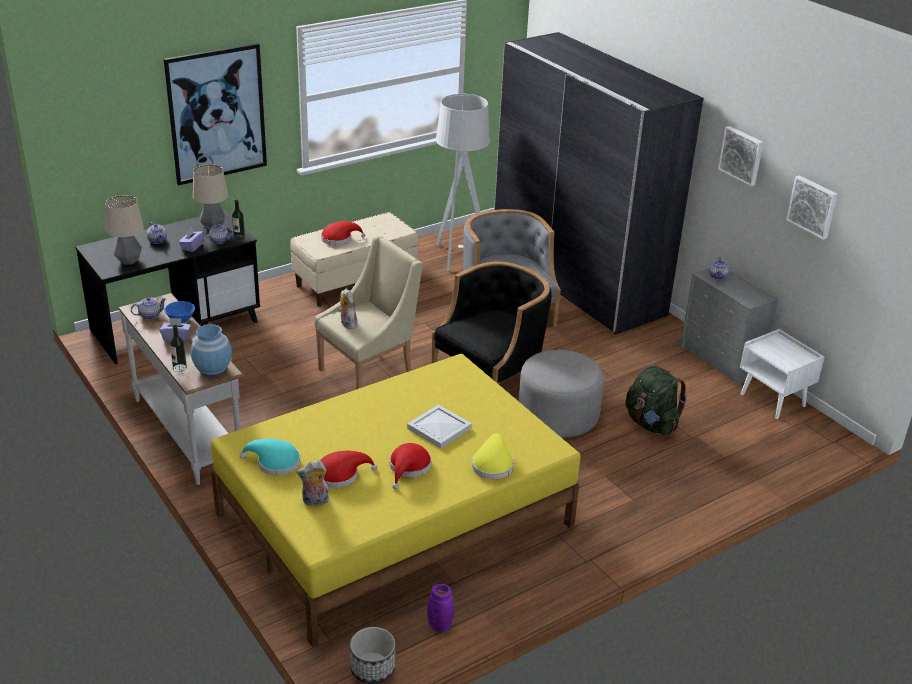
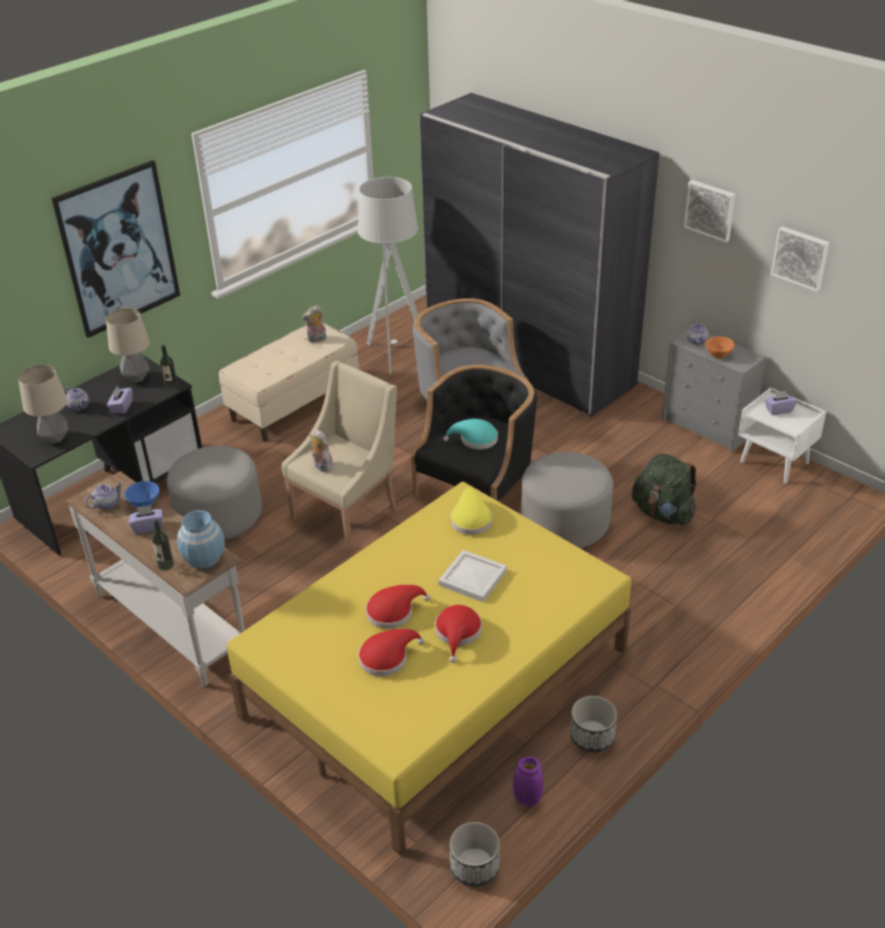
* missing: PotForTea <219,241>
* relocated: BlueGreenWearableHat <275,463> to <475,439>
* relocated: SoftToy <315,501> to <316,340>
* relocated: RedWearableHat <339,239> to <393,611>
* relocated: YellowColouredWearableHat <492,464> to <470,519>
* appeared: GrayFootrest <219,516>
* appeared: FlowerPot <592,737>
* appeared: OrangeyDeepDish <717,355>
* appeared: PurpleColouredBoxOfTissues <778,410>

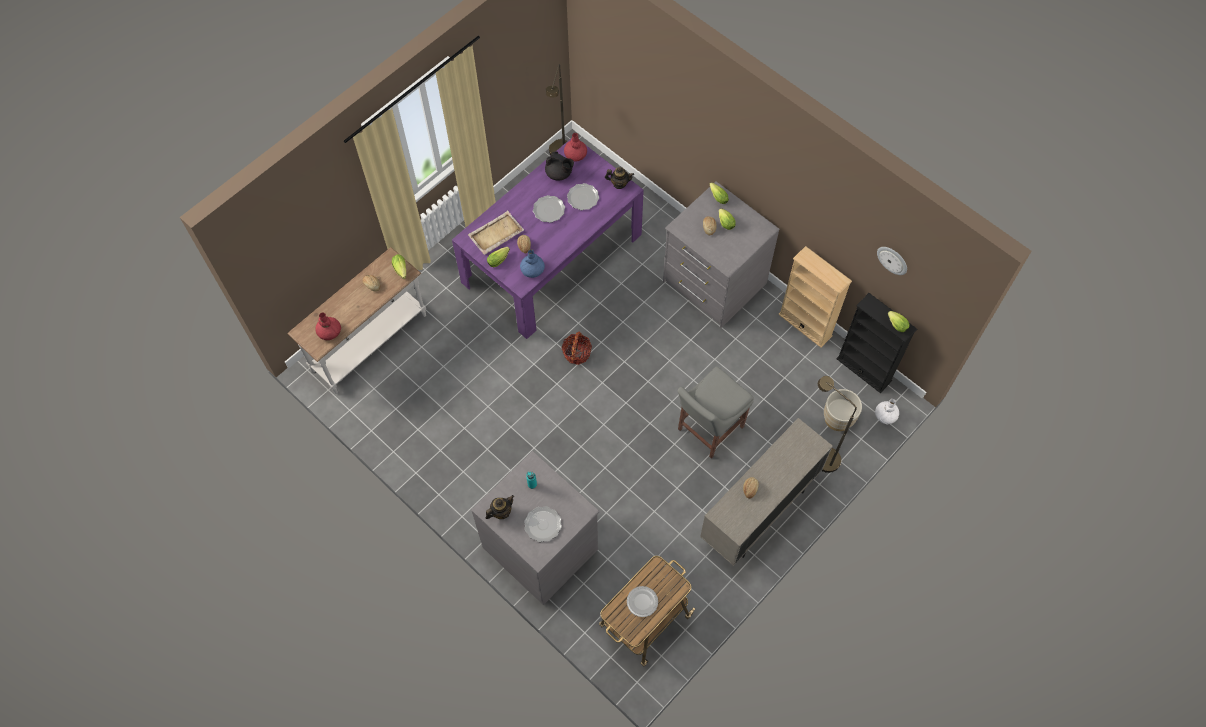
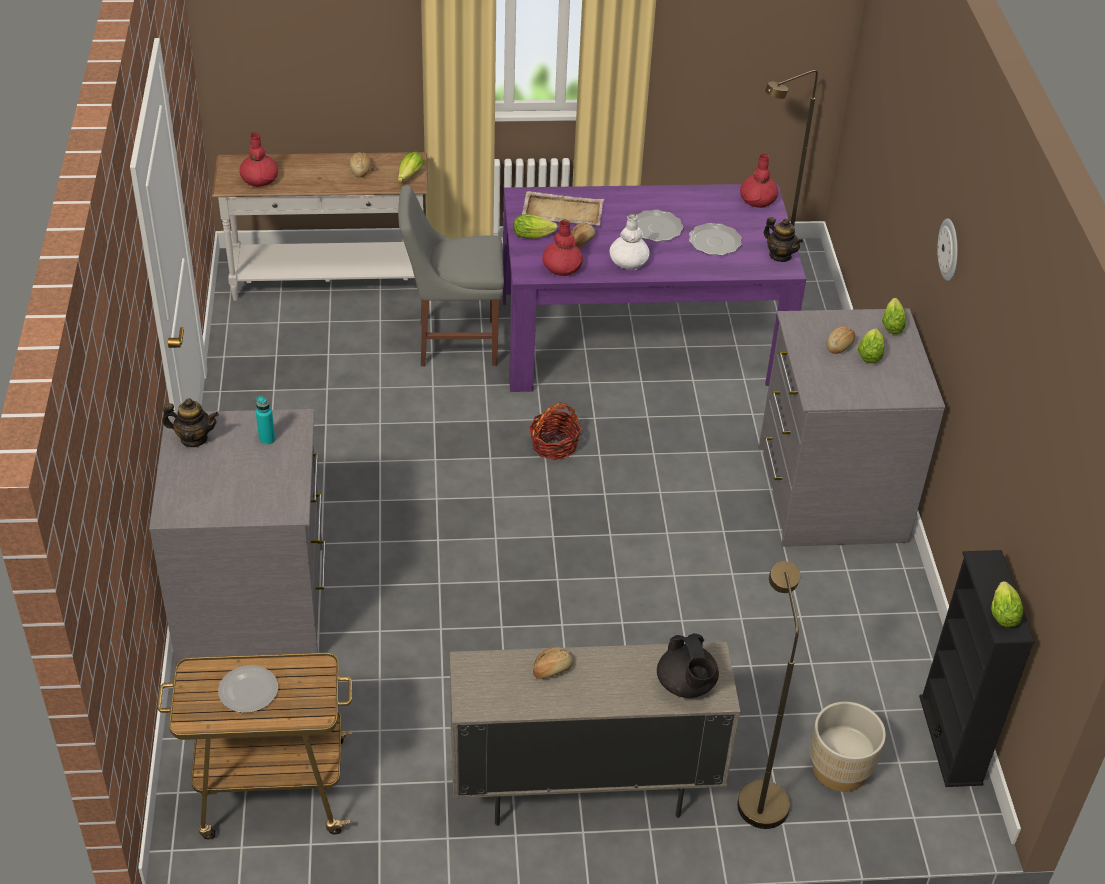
* colour: BlueColouredVase <532,269> to RedVase <562,267>
* missing: DinnerPlate <542,525>
* relocated: BlackishPotForTea <559,173> to <686,685>
* relocated: GrayUprightChair <708,429> to <452,342>
* missing: BeigeColouredShelvingUnit <805,325>
* relocated: WhiteColouredVase <885,415> to <628,261>
* relocated: HangingClock <892,260> to <950,249>

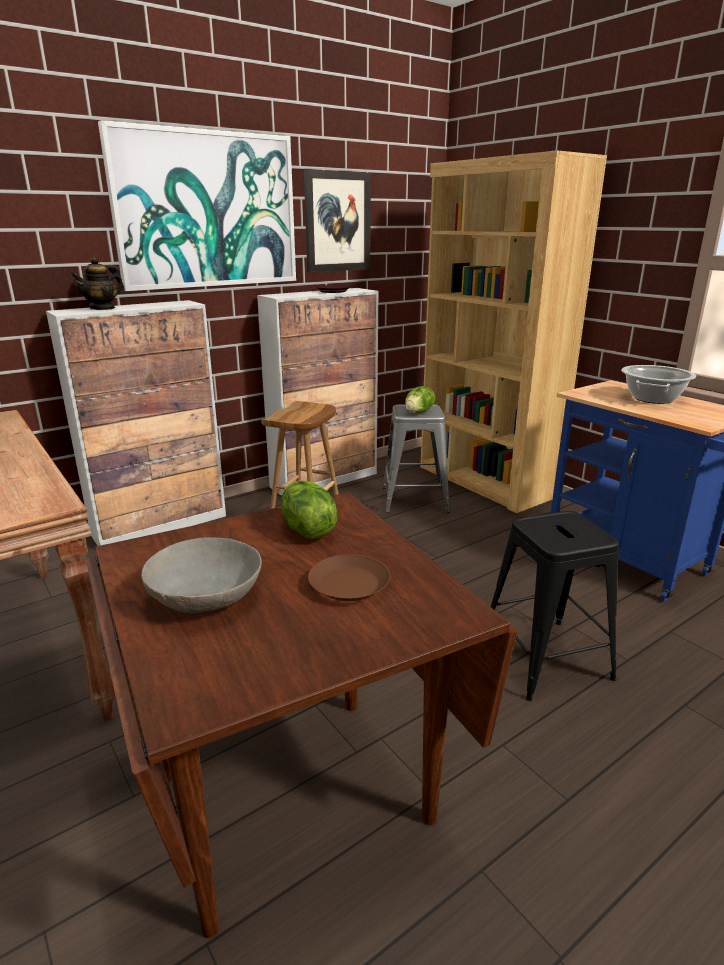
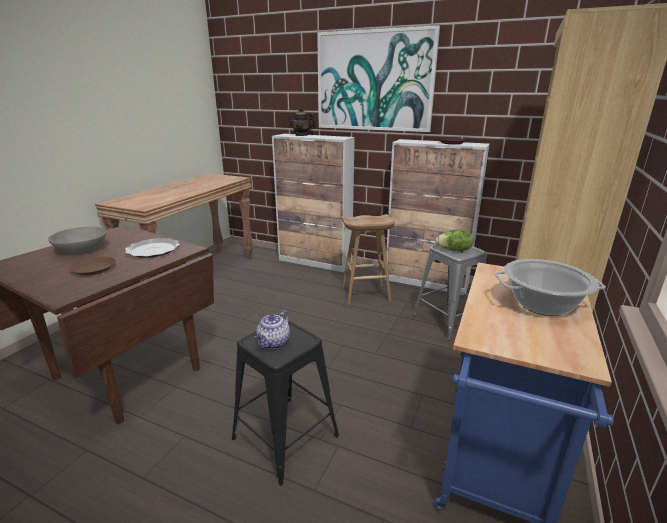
* exchanged: LettuceHead <306,530> to DinnerPlate <153,250>
* missing: WallPicture <337,222>
* appeared: PotForTea <273,343>

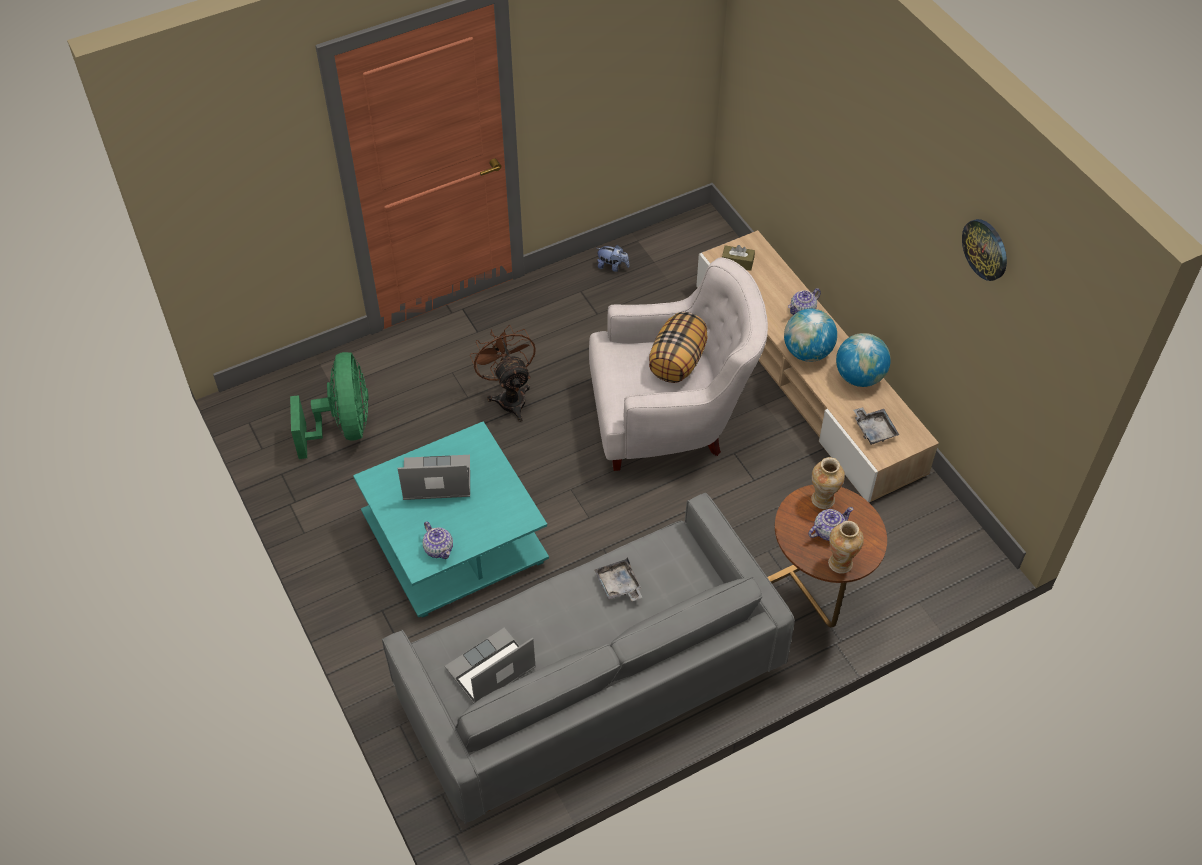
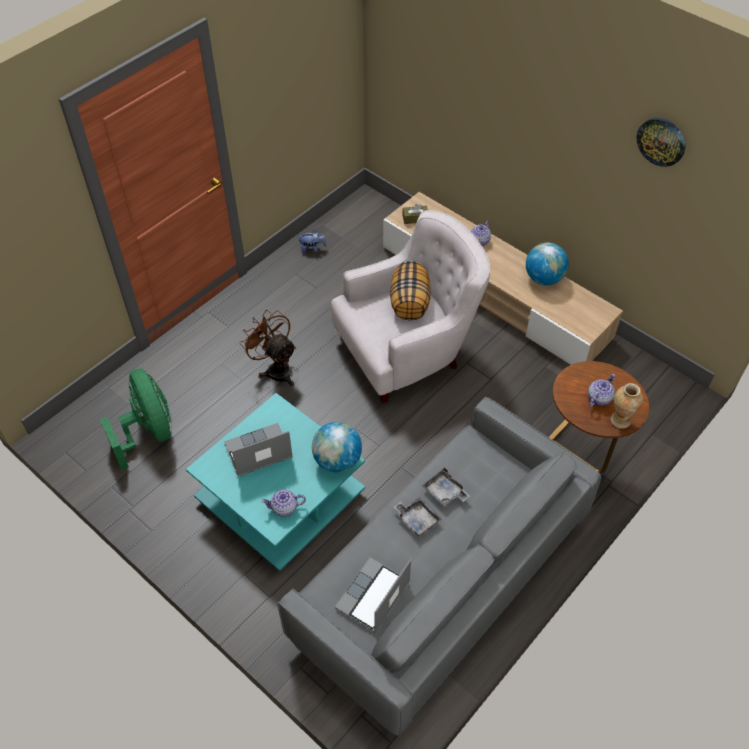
* spun: PotForTea <439,548> = <285,508> 135 degrees clockwise
* relocated: Globe <807,352> to <337,460>
* missing: Vase <822,500>
* relocated: GrayTray <874,429> to <417,519>

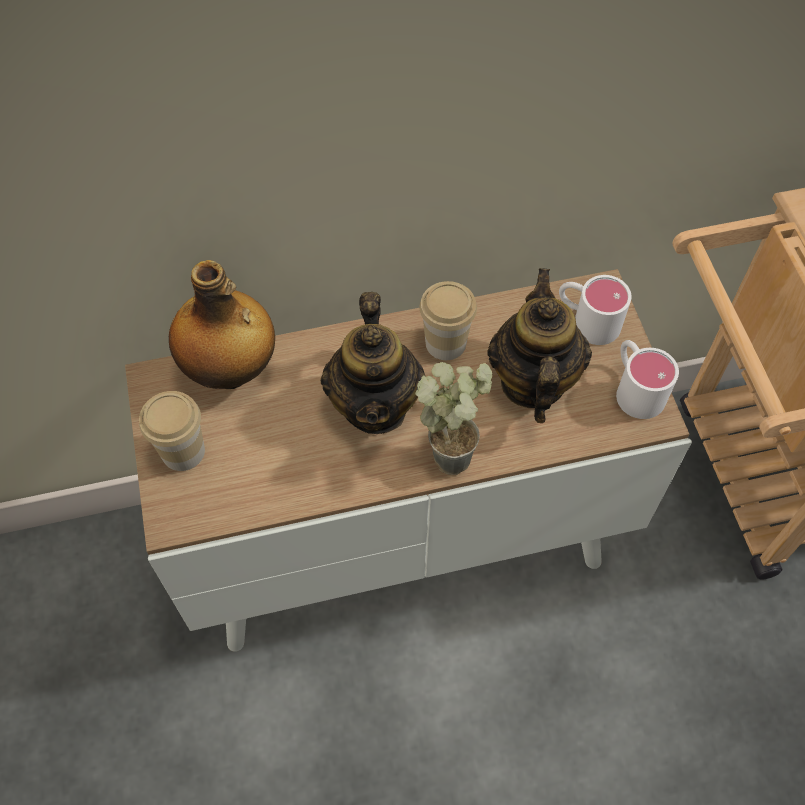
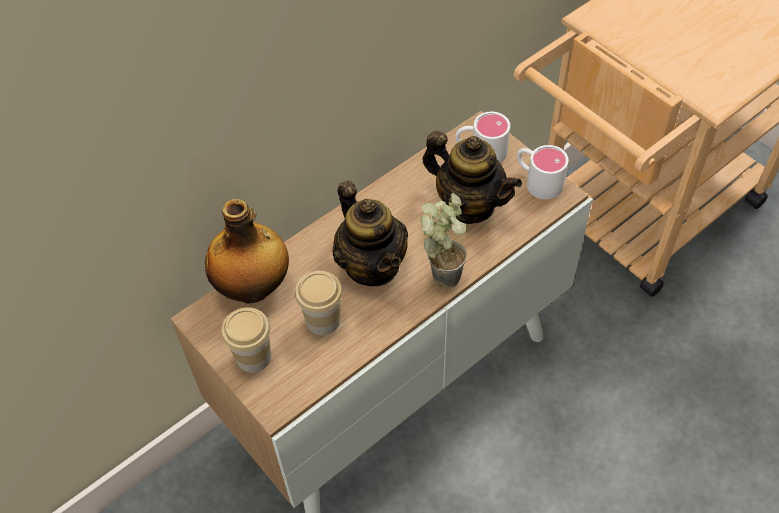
* relocated: DrinkingCup <445,343> to <323,320>
* spun: PotForTea <532,381> = <469,205> 150 degrees clockwise

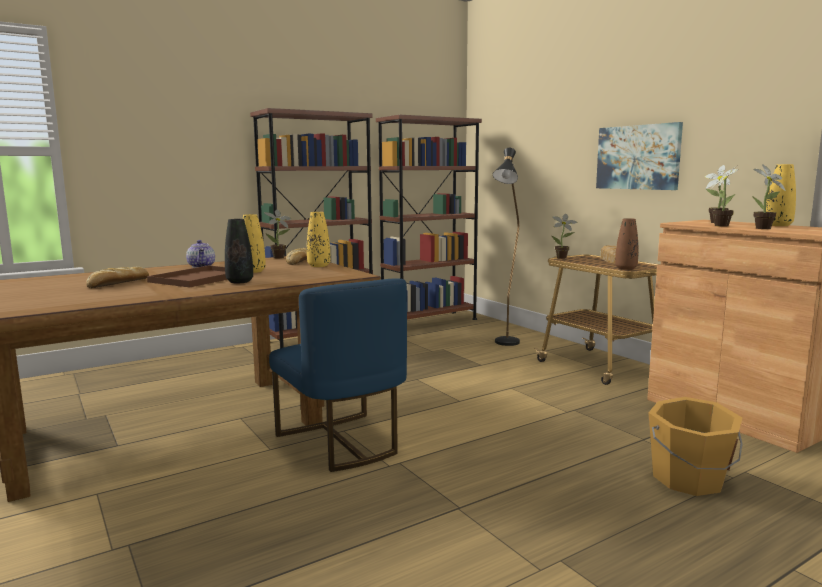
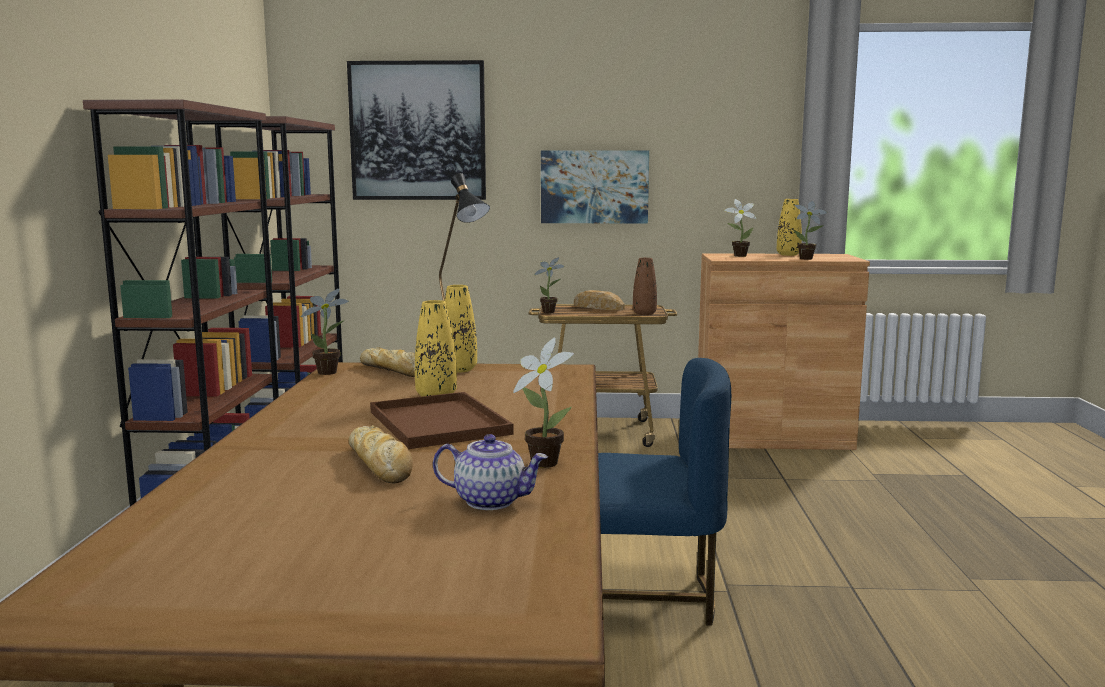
* relocated: PotForTea <202,266> to <491,501>
* missing: BlackishVase <239,281>
* missing: OrangeyPail <689,479>
* relocated: Houseplant <721,225> to <542,461>
* appeared: WallPicture <418,131>

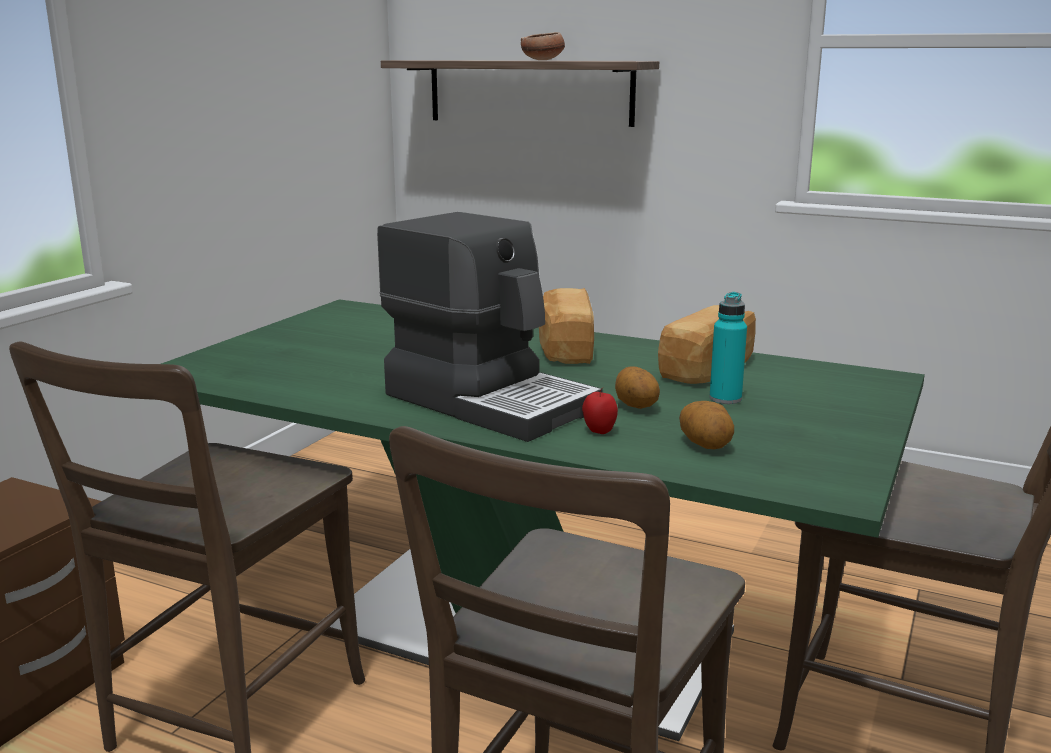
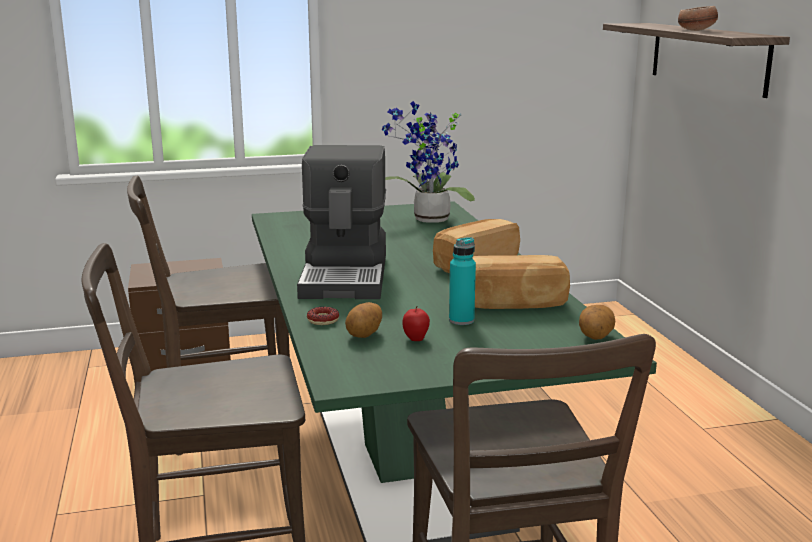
* relocated: WholeApple <599,431> to <416,339>
* relocated: Spud <635,407> to <595,337>
* appeared: Donut <323,320>
* appeared: Houseplant <428,220>

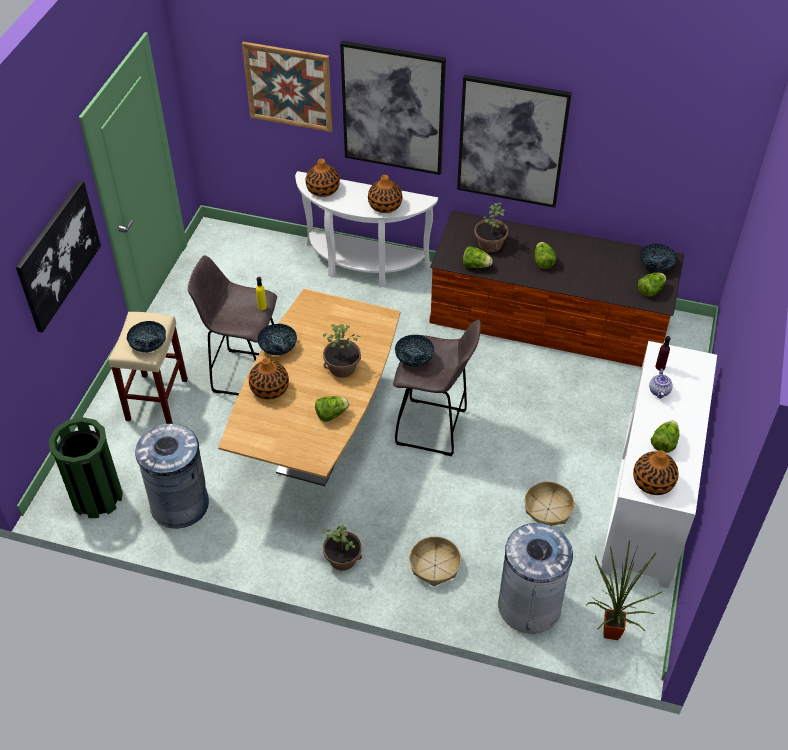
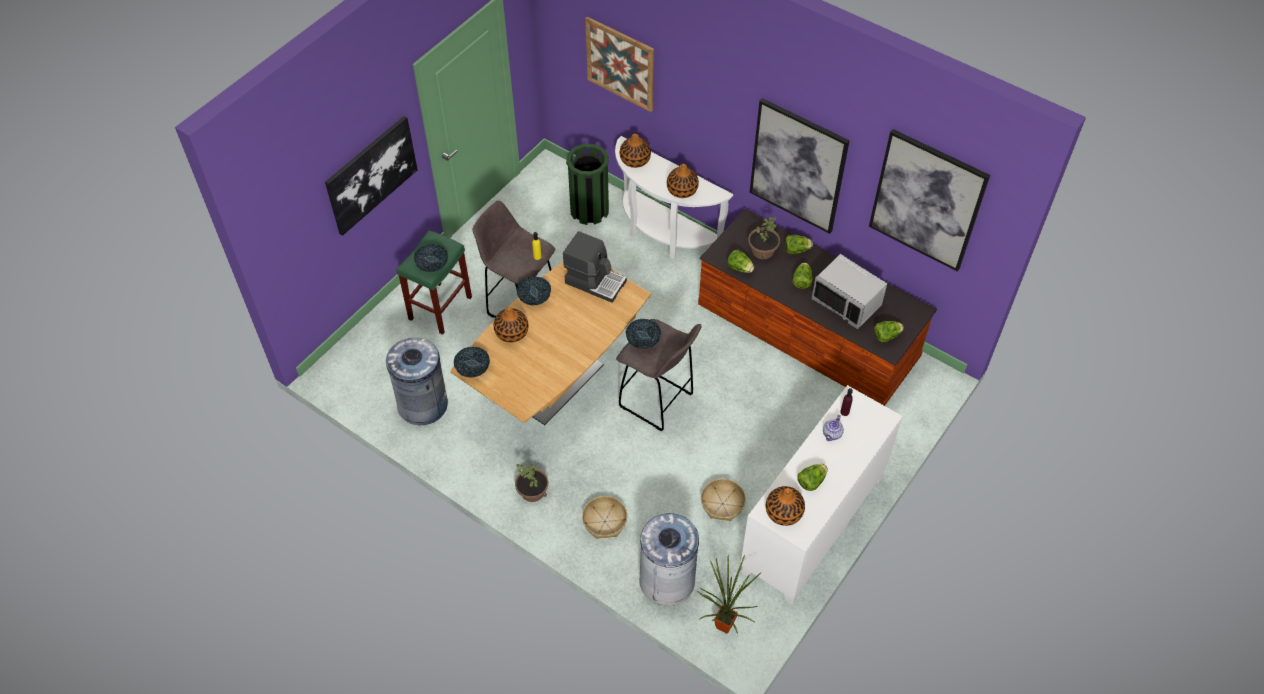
* relocated: GreenishWasteBin <97,497> to <589,210>
* colour: BeigeColouredStool <156,399> to GreenishStool <440,307>
* relocated: LettuceHead <331,414> to <796,250>
* missing: Houseplant <342,367>
* relocated: WallPicture <393,108> to <927,200>
* relocated: DeepDish <656,265> to <472,368>
* appeared: CoffeeBrewer <595,281>
* appeared: GrayMicrowaveOven <847,302>

